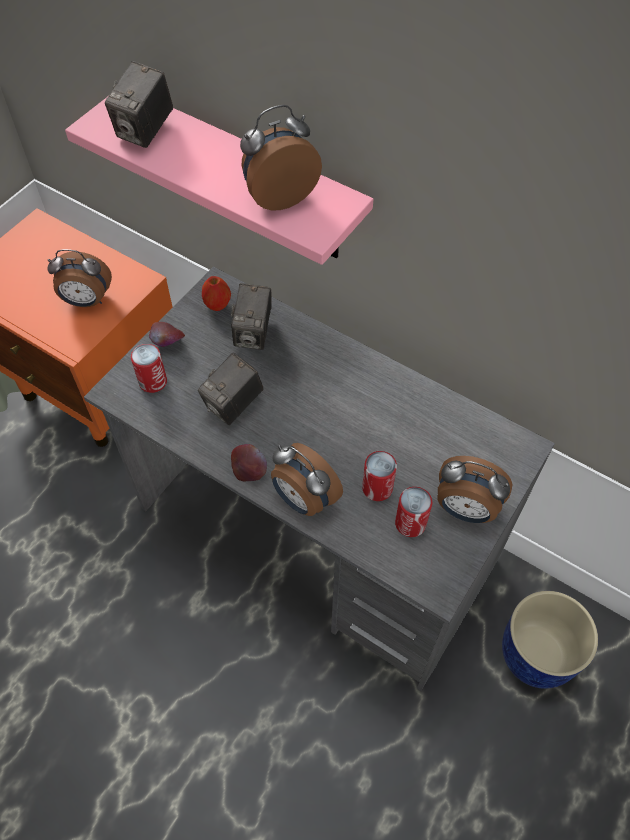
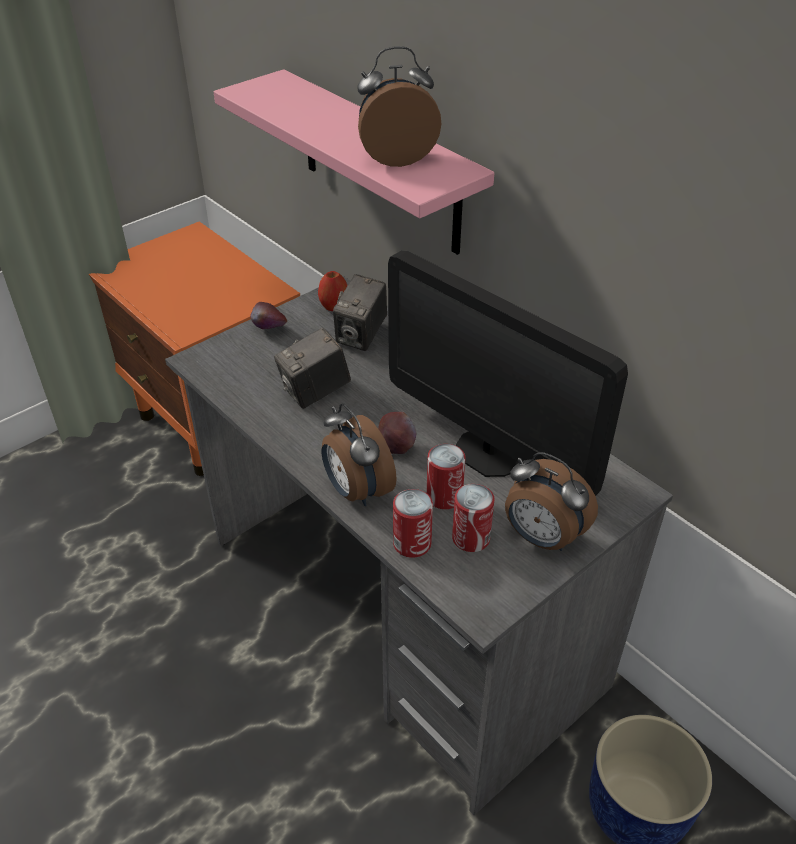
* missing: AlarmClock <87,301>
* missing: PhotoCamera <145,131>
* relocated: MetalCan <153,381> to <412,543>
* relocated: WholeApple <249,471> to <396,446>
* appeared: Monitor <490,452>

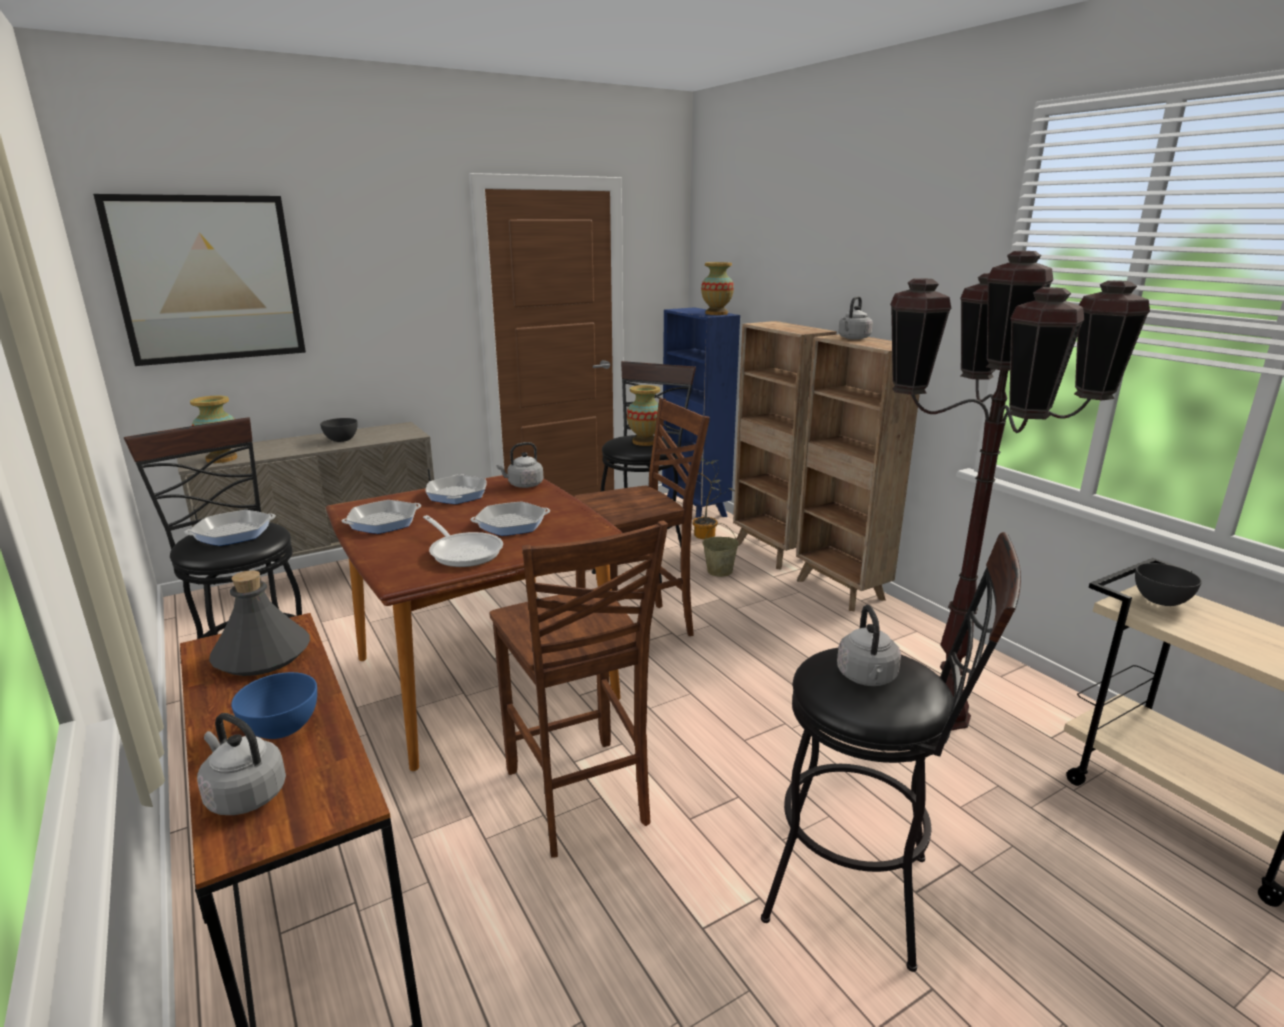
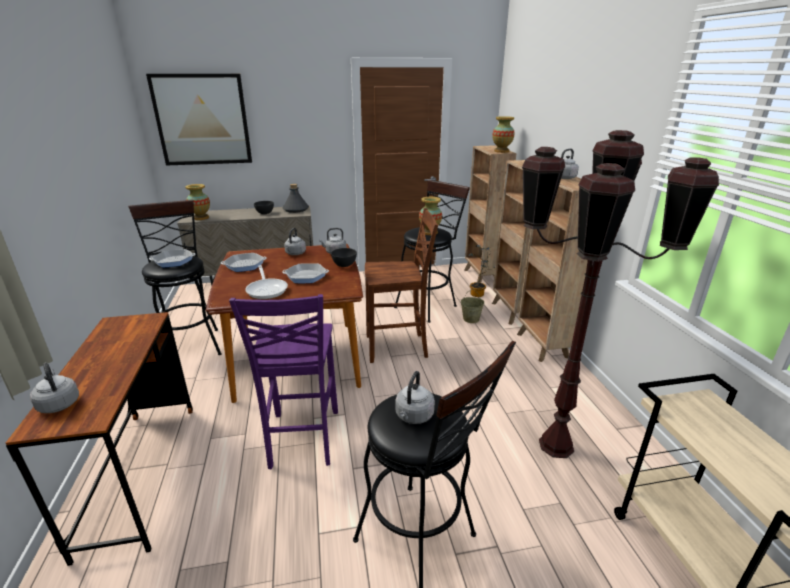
* relocated: GrayBottle <263,655> to <296,209>
* missing: BlueColouredDeepDish <281,729>
* exchanged: Pan <457,494> to GrayTeaKettle <295,254>
* colour: BrownishUprightChair <578,798> to PurpleColouredUprightChair <302,440>
* colour: BlueColouredShelvingUnit <695,511> to BrownishShelvingUnit <481,277>
* relocated: GrayDeepDish <1160,600> to <344,265>

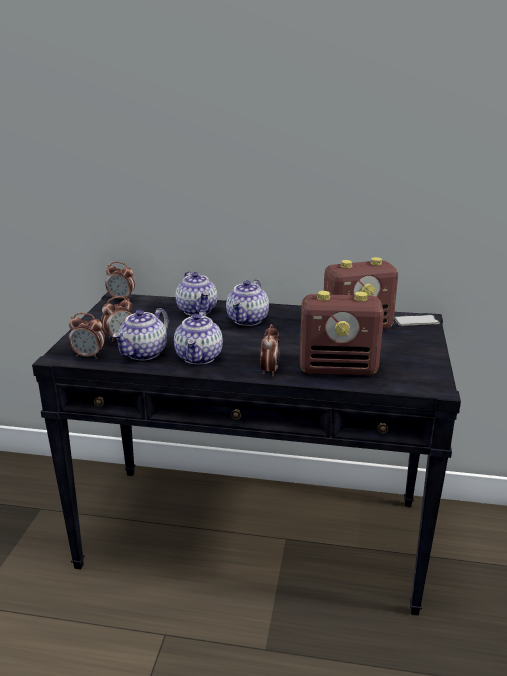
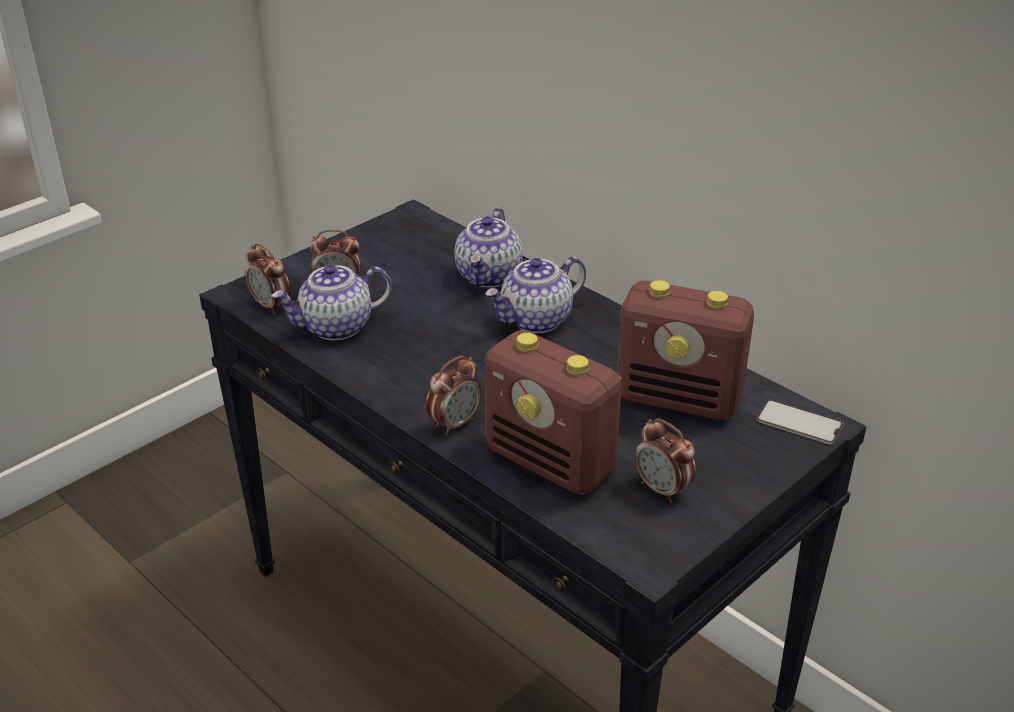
* relocated: AlarmClock <121,298> to <662,489>
* missing: PotForTea <199,357>

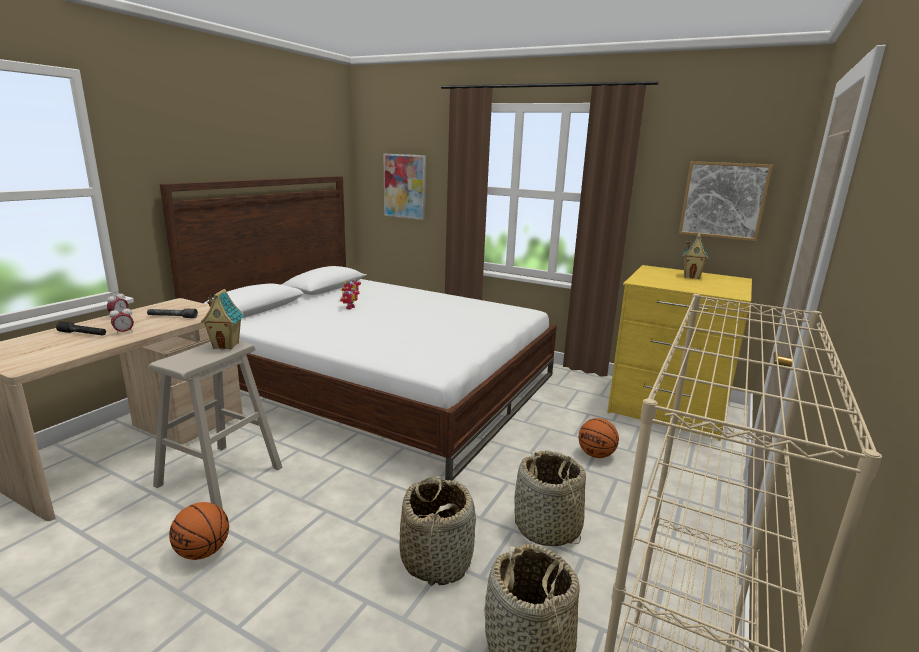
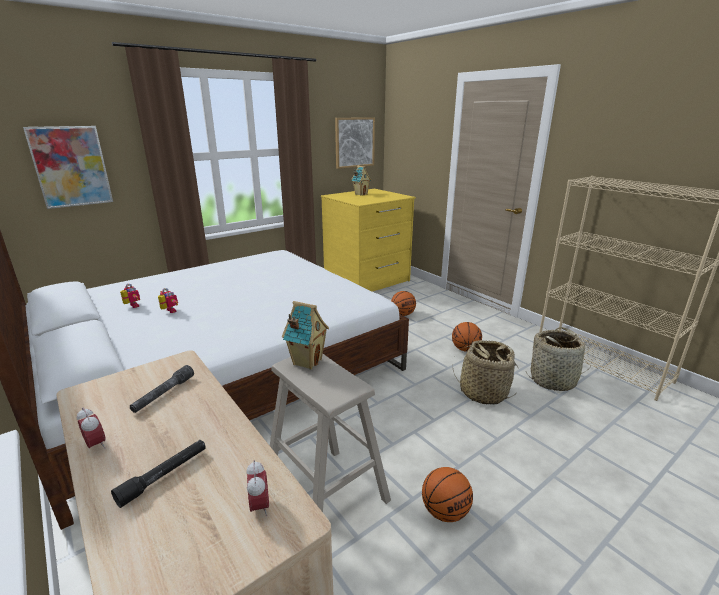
* relocated: AlarmClock <124,332> to <260,506>
* exchanged: StorageBasket <547,528> to BasketballBall <465,349>

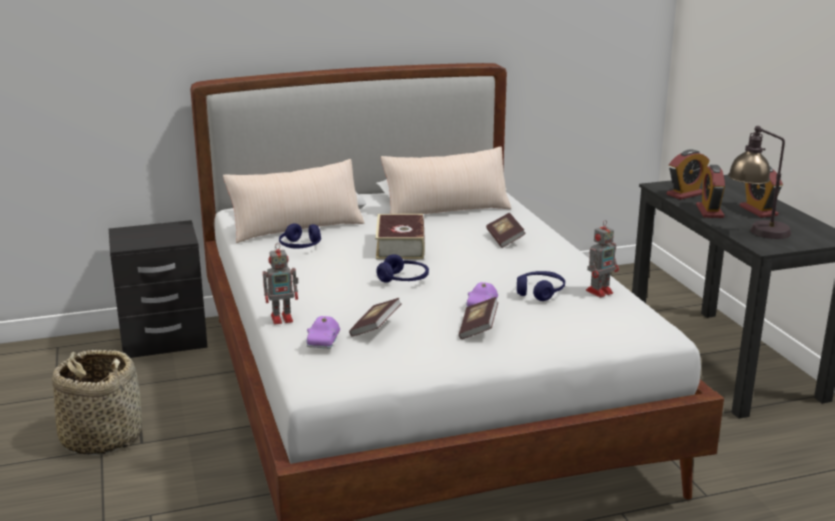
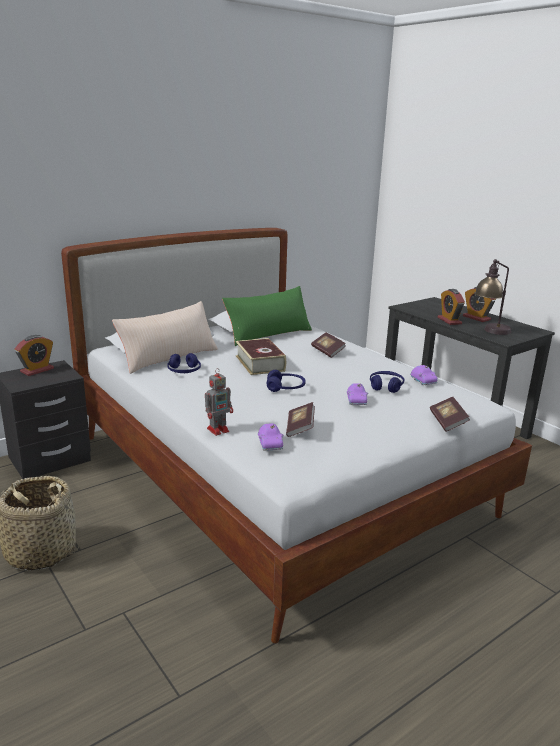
* colour: BeigeColouredThrowPillow <446,210> to GreenishThrowPillow <268,335>
* relocated: BoundBook <478,329> to <447,422>
* exchanged: ToyRobot <600,291> to PurpleColouredMiniatureCar <423,381>
* relocated: AlarmClock <685,194> to <37,370>

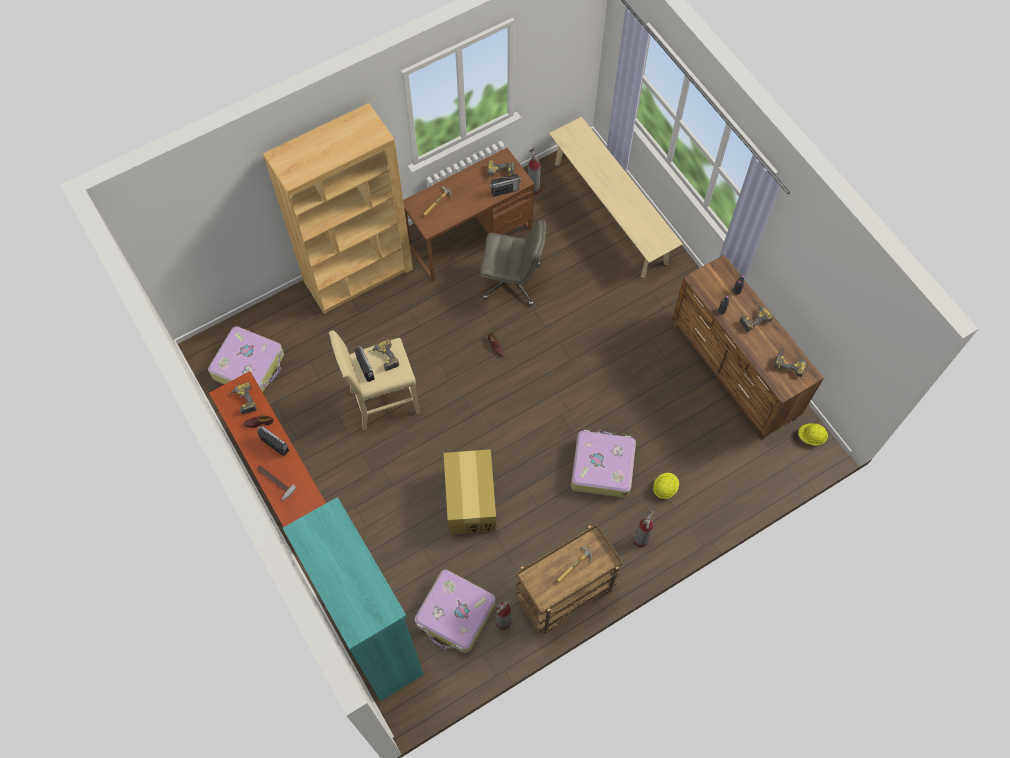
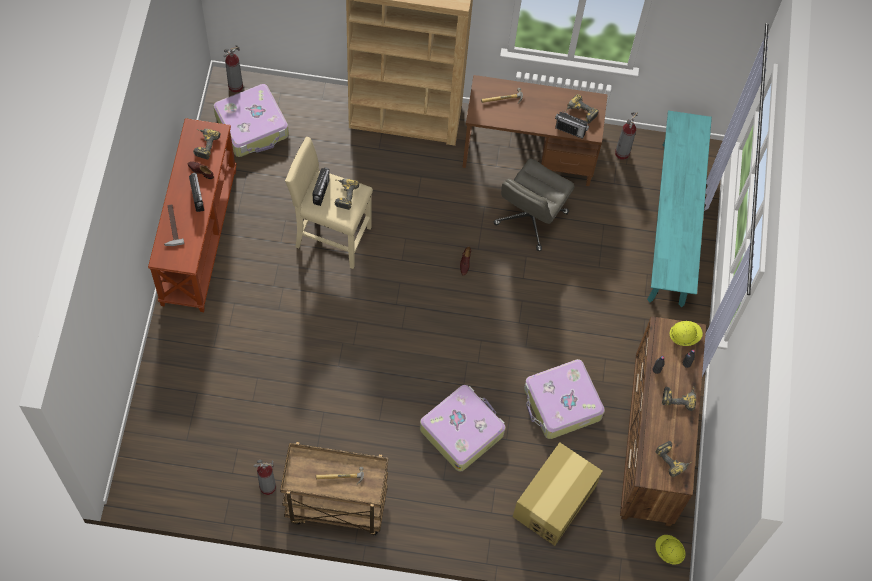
* missing: BlueGreenShelvingUnit <374,636>
* relocated: TravelCase <455,615> to <561,404>
* relocated: CardboardBox <470,500> to <554,502>
* spun: GrayComputerChair <512,281> = <530,219> 75 degrees clockwise
* colour: BeigeColouredIndoorBench <610,212> to BlueGreenIndoorBench <673,223>
* relocated: Extinguisher <640,540> to <235,86>
* relocated: YellowColouredSafetyHelmet <664,488> to <684,336>

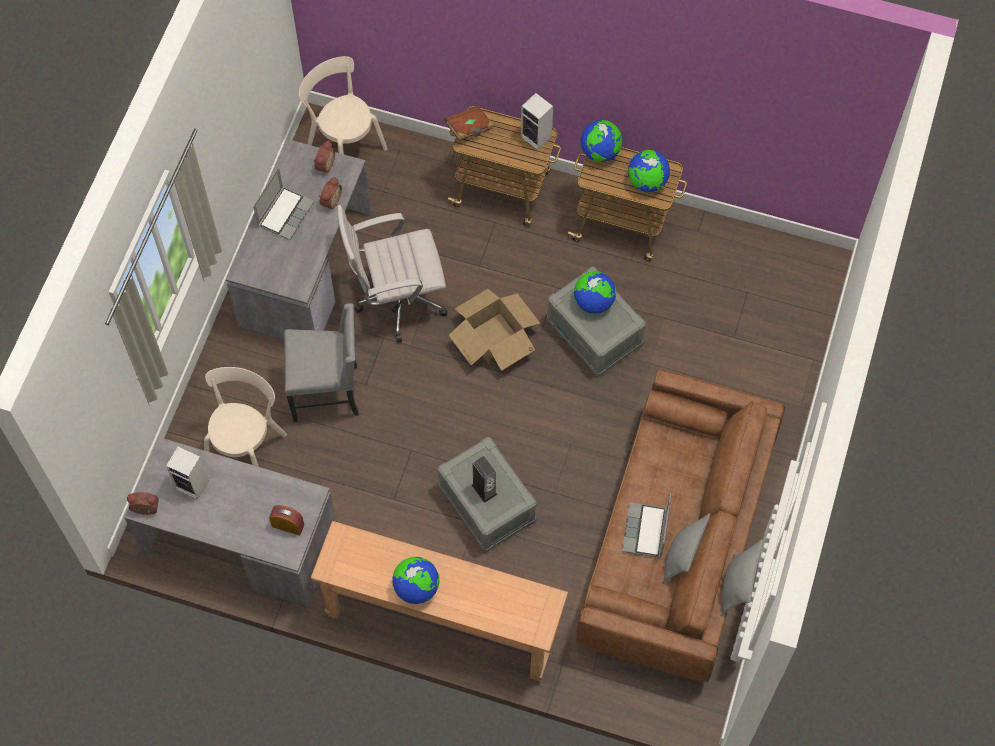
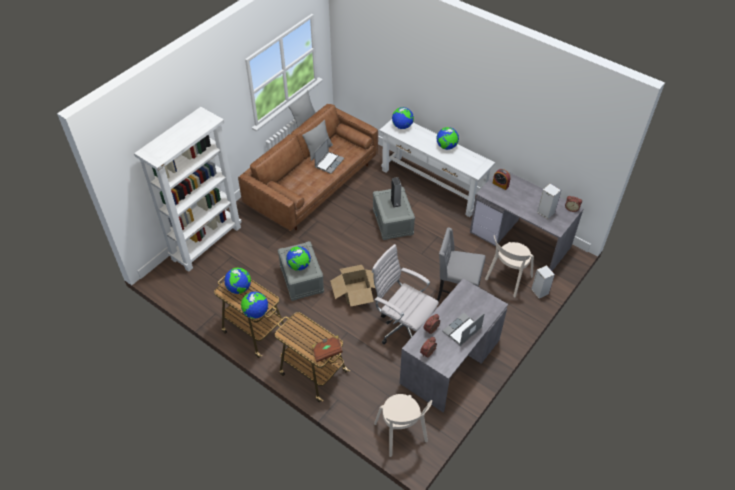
* colour: BrownishConsoleTable <442,622> to WhiteColouredConsoleTable <432,185>
* spun: WhiteColouredComputerChair <396,301> = <402,327> 150 degrees counterclockwise
* relocated: AudioSpeaker <537,137> to <539,291>
* appeared: WhiteColouredShelvingUnit <206,242>
* appeared: Globe <402,126>

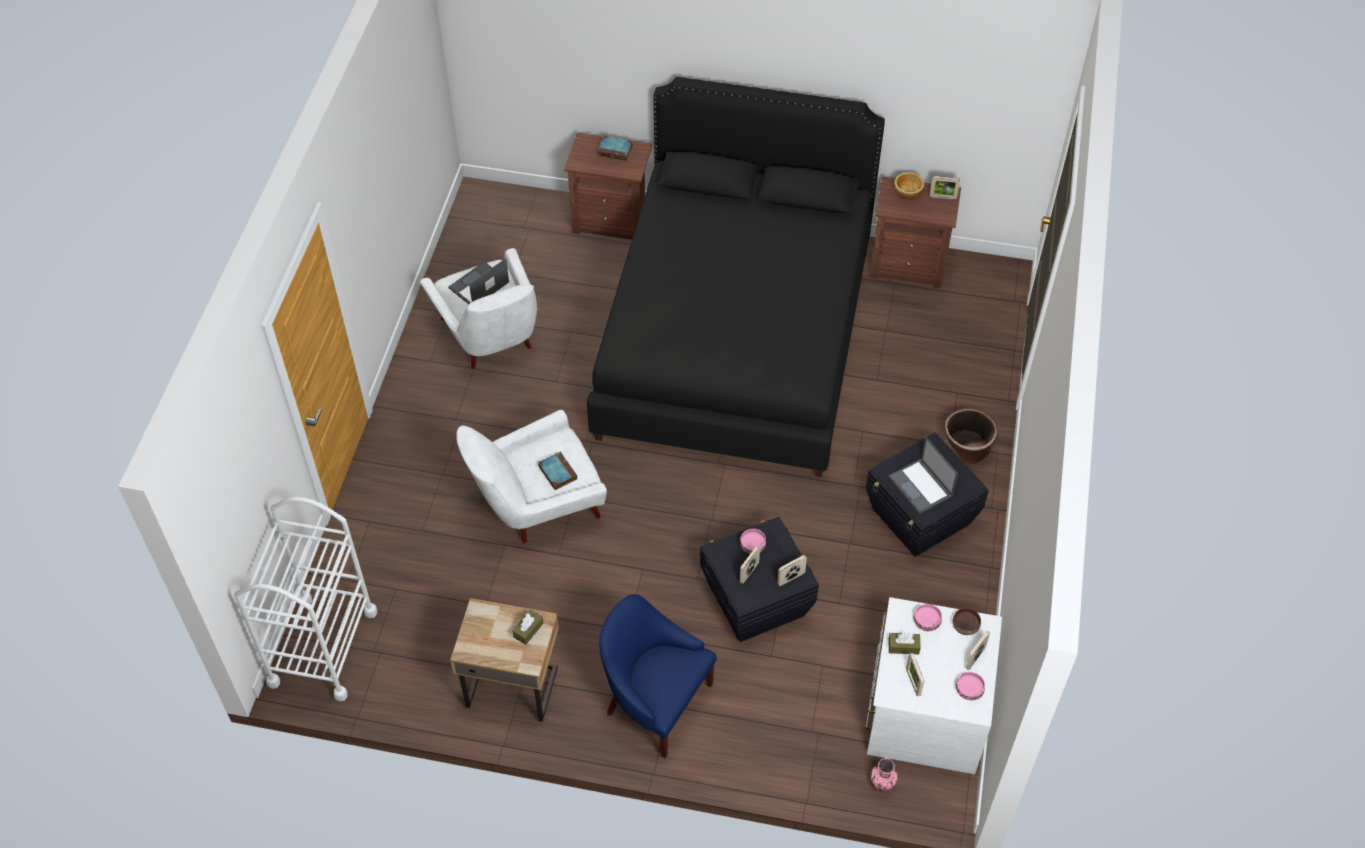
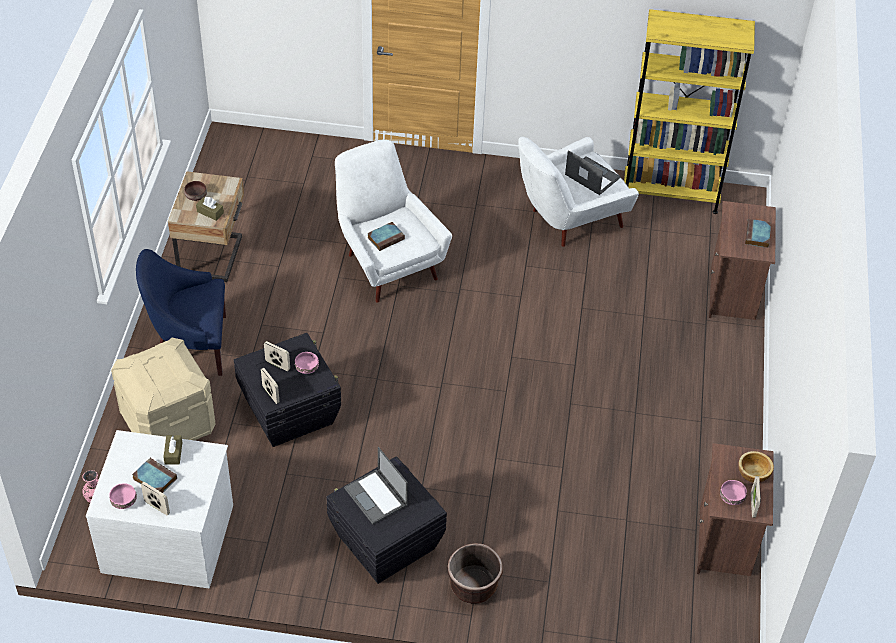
* missing: WhiteColouredTrolley <322,647>
* missing: BlackishBedroomBed <735,336>
* spun: BlueColouredArmchair <655,702> = <190,345> 120 degrees counterclockwise
* spun: Laptop <921,486> = <376,497> 90 degrees counterclockwise
* missing: StandingFrame <913,682>
* relocated: PinkDeepDish <926,622> to <731,496>
* relocated: BrownishDeepDish <965,625> to <196,196>
* appeared: BeigeColouredStorageContainer <167,422>
* appeared: BoundBook <154,478>
* appeared: YellowColouredShelvingUnit <670,193>

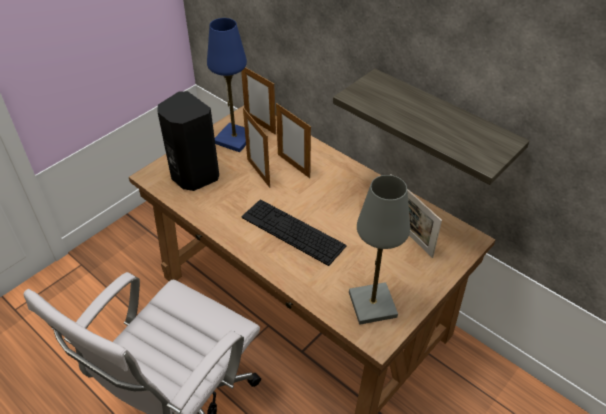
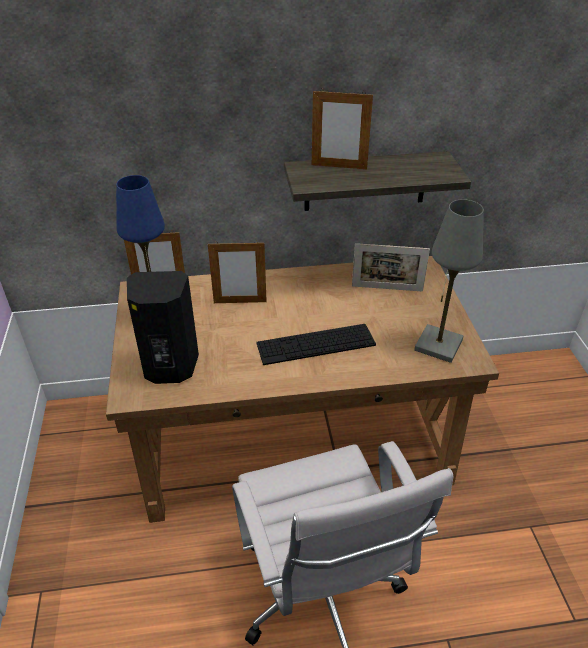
* relocated: StandingFrame <258,173> to <339,166>

